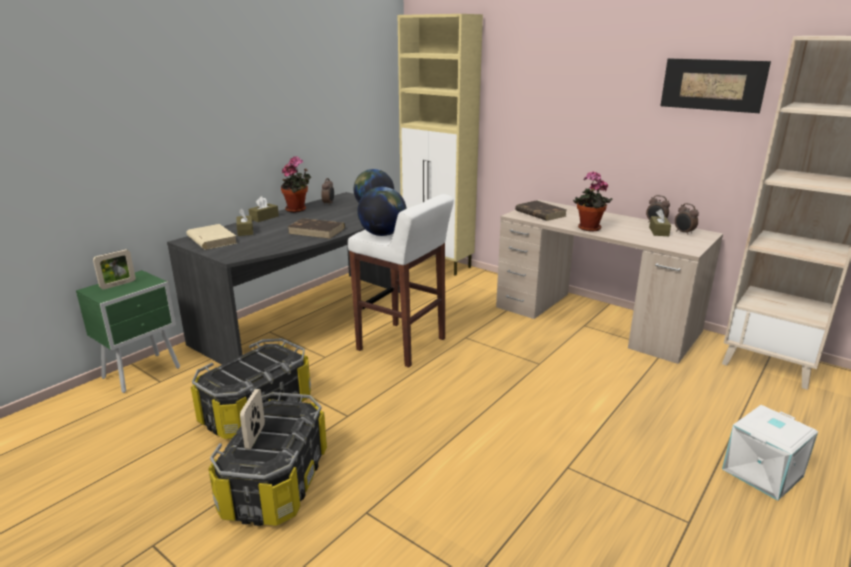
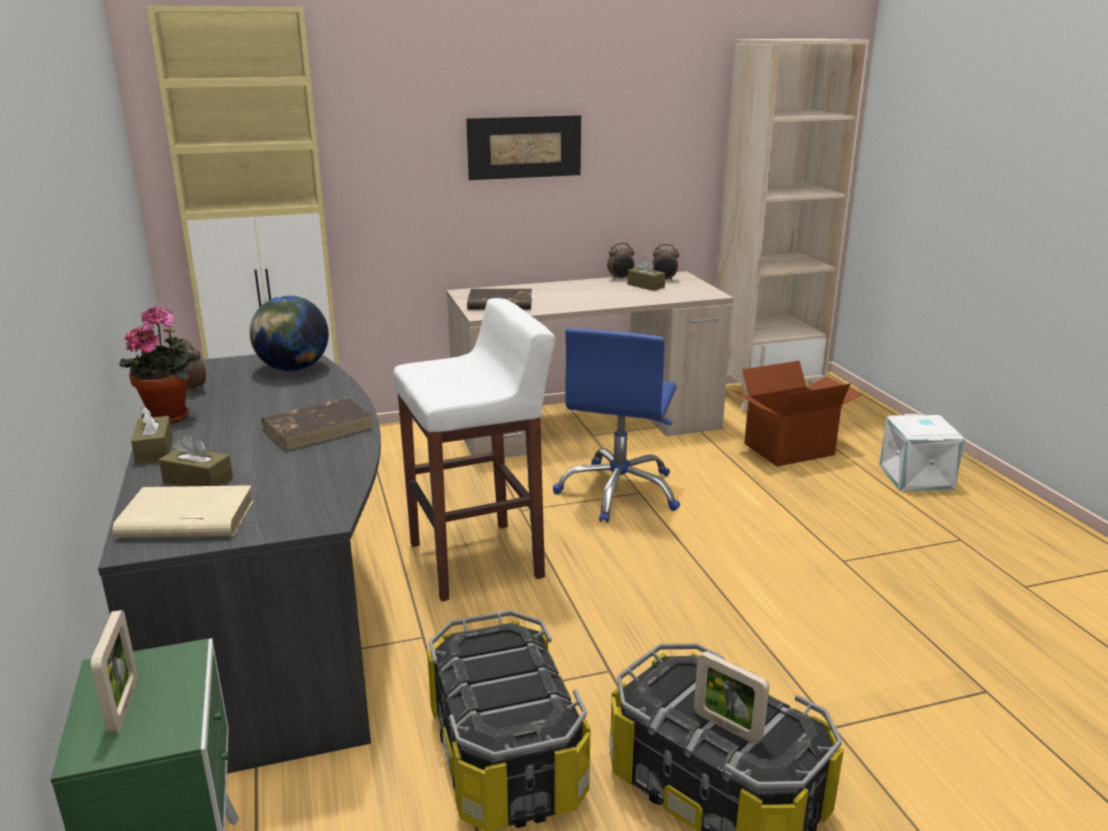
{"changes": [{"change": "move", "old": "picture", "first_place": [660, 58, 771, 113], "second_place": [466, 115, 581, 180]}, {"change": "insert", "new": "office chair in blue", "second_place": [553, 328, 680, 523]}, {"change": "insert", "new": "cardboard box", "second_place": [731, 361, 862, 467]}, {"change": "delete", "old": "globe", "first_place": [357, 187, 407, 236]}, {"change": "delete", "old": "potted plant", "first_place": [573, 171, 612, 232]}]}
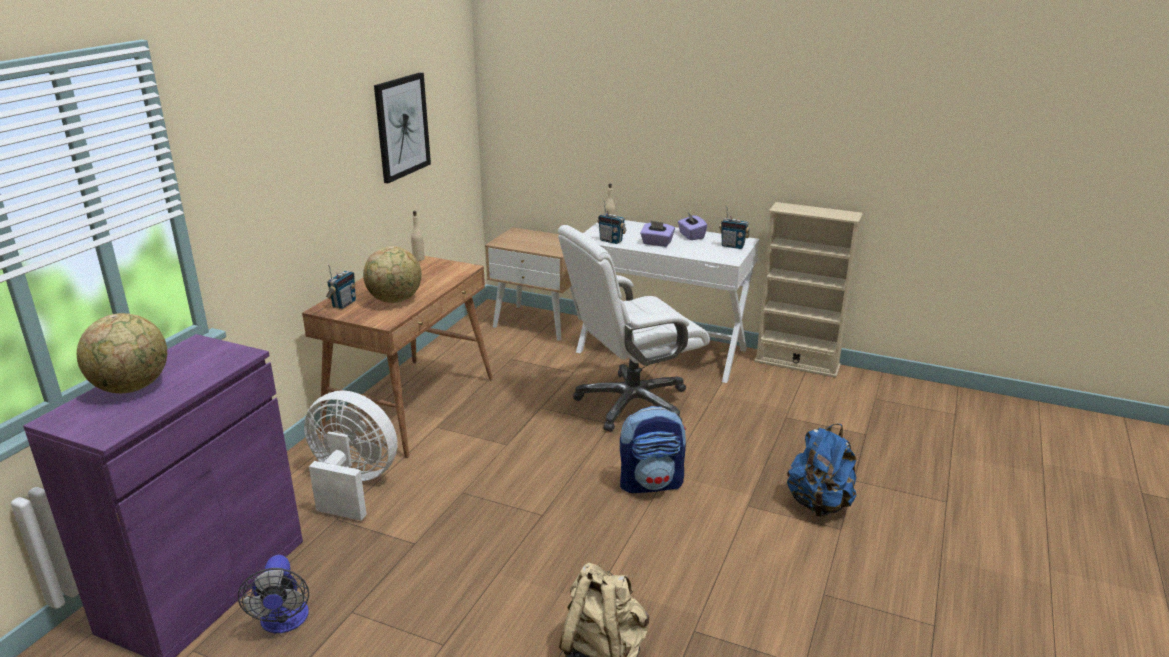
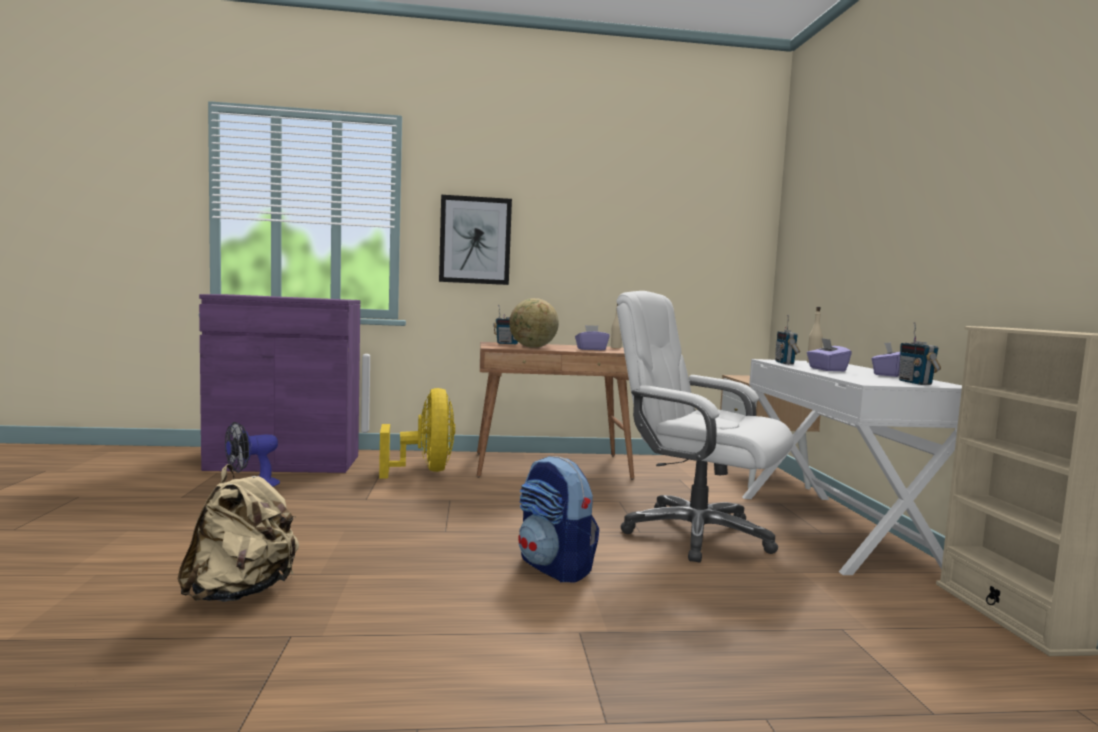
{"changes": [{"change": "recolor", "old": "fan in white", "new": "fan in yellow", "first_place": [304, 390, 398, 521], "second_place": [379, 388, 455, 478]}, {"change": "move", "old": "picture", "first_place": [374, 72, 431, 183], "second_place": [439, 195, 512, 285]}, {"change": "insert", "new": "tissue box in purple", "second_place": [575, 325, 610, 350]}, {"change": "delete", "old": "globe", "first_place": [77, 313, 167, 393]}, {"change": "delete", "old": "backpack in blue", "first_place": [787, 424, 857, 517]}]}
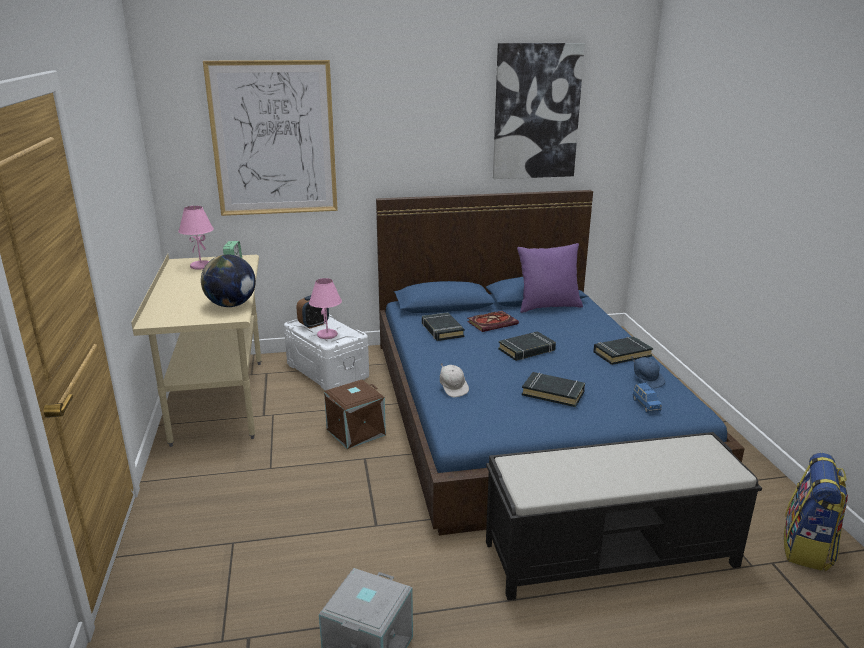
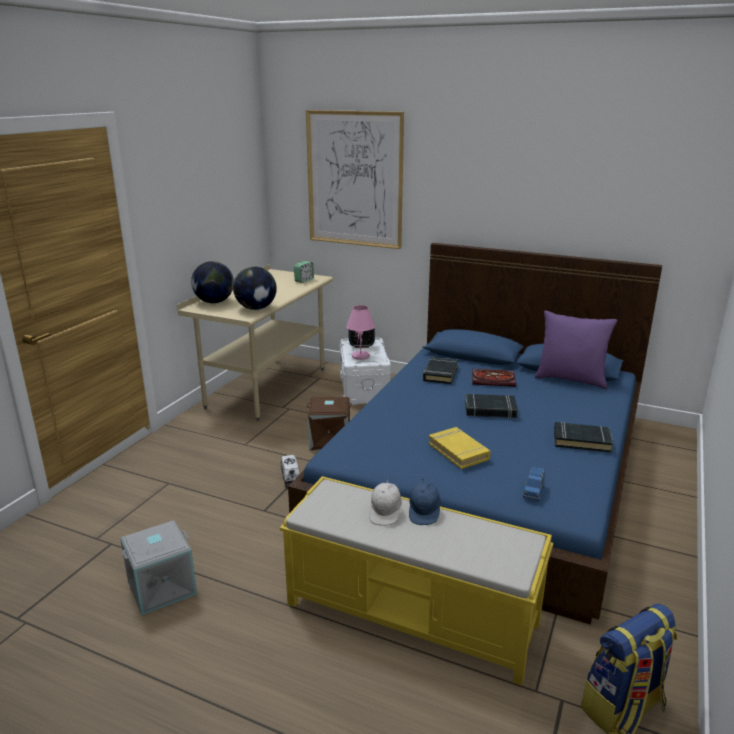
{"changes": [{"change": "insert", "new": "globe", "second_place": [191, 261, 234, 303]}, {"change": "recolor", "old": "bench in black", "new": "bench in yellow", "first_place": [486, 432, 762, 600], "second_place": [280, 476, 553, 686]}, {"change": "insert", "new": "toy truck", "second_place": [281, 455, 300, 487]}, {"change": "move", "old": "cap in white", "first_place": [440, 364, 469, 397], "second_place": [369, 478, 402, 526]}, {"change": "move", "old": "cap in blue", "first_place": [631, 356, 665, 389], "second_place": [409, 478, 441, 525]}, {"change": "recolor", "old": "book in black", "new": "book in yellow", "first_place": [522, 372, 585, 407], "second_place": [428, 427, 490, 469]}, {"change": "delete", "old": "table lamp in pink", "first_place": [178, 206, 214, 270]}, {"change": "delete", "old": "picture", "first_place": [493, 43, 585, 179]}]}
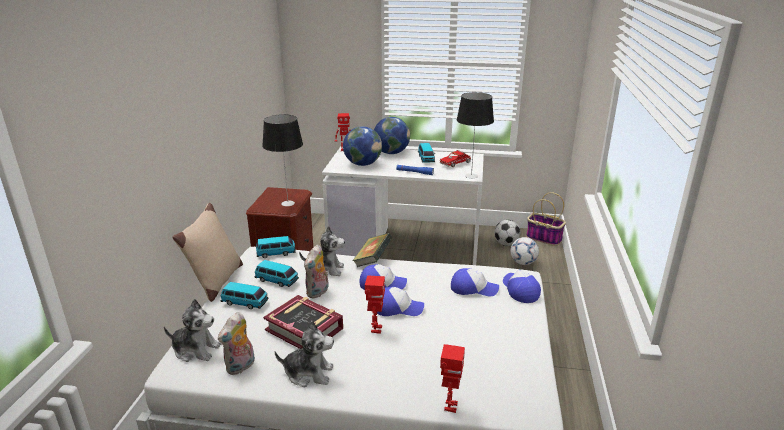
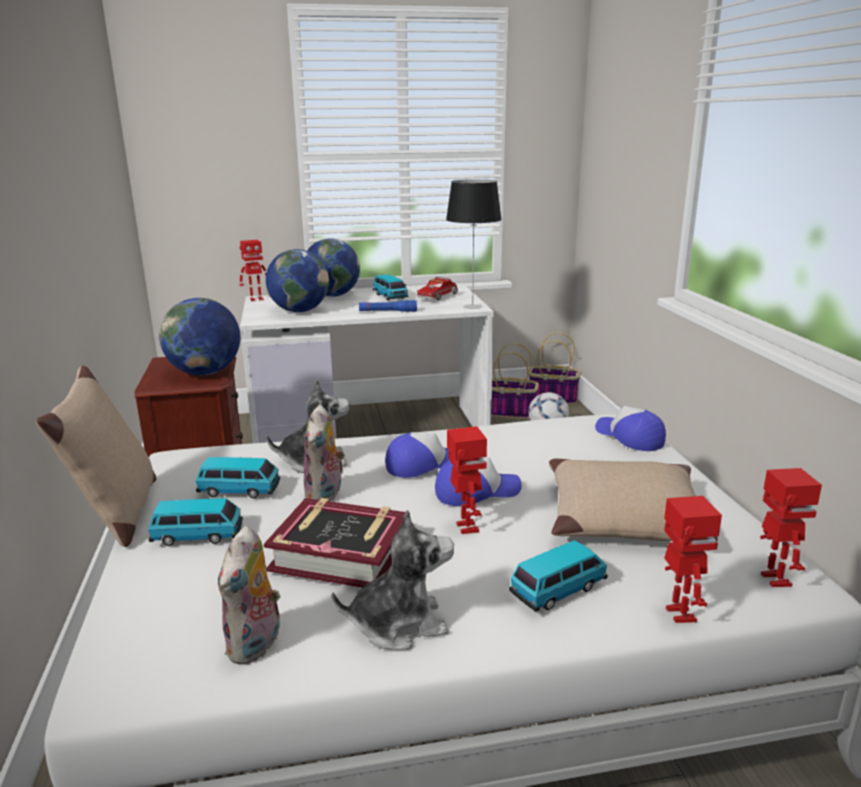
{"changes": [{"change": "replace", "old": "table lamp", "new": "globe", "first_place": [262, 114, 303, 206], "second_place": [159, 298, 240, 375]}, {"change": "replace", "old": "football", "new": "basket", "first_place": [494, 220, 520, 246], "second_place": [491, 343, 539, 419]}, {"change": "move", "old": "toy car", "first_place": [256, 236, 296, 258], "second_place": [509, 540, 608, 612]}, {"change": "insert", "new": "pillow in beige", "second_place": [549, 459, 718, 542]}, {"change": "insert", "new": "toy robot", "second_place": [760, 468, 822, 587]}, {"change": "delete", "old": "plush toy", "first_place": [164, 299, 221, 362]}, {"change": "delete", "old": "book", "first_place": [353, 233, 392, 267]}, {"change": "delete", "old": "cap", "first_place": [451, 268, 499, 296]}]}
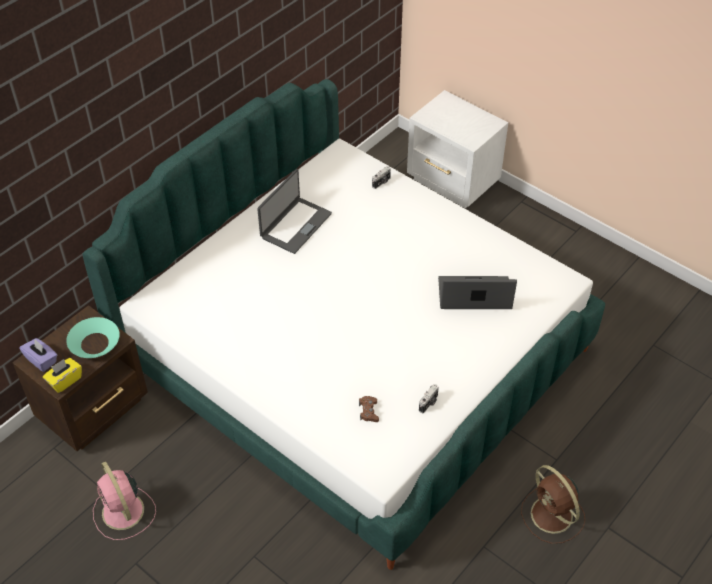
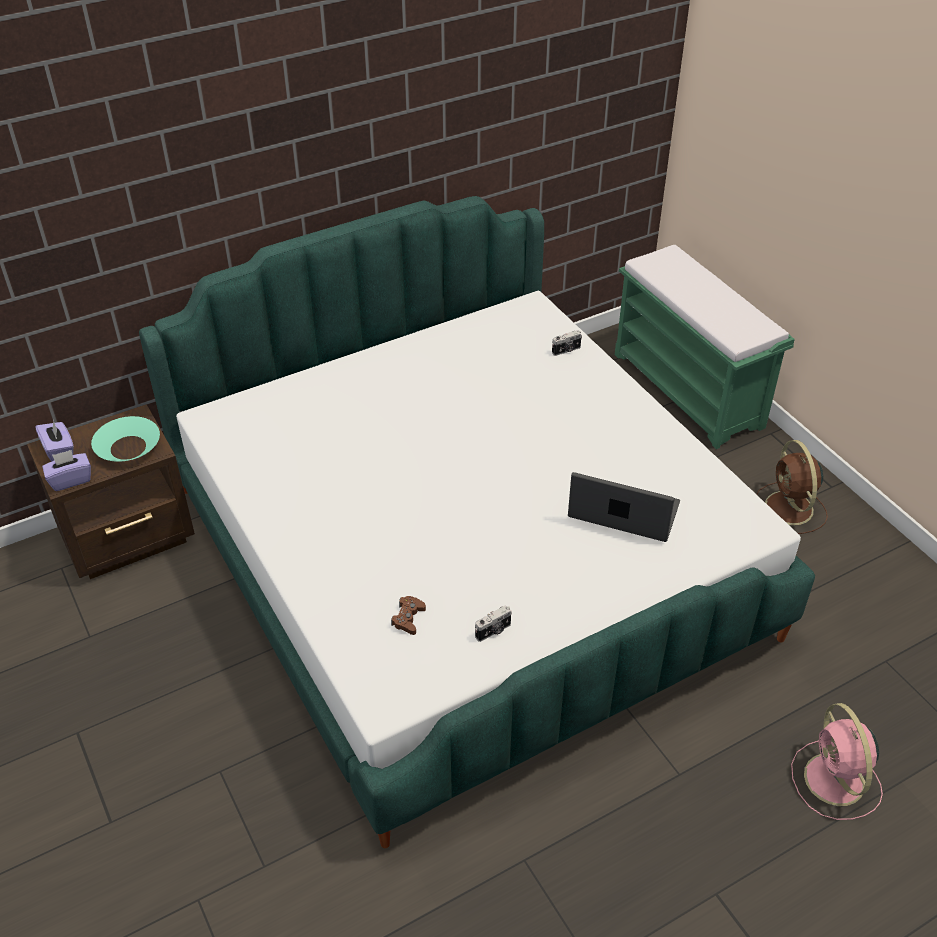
{"changes": [{"change": "recolor", "old": "tissue box in yellow", "new": "tissue box in purple", "first_place": [43, 358, 82, 393], "second_place": [42, 450, 91, 491]}, {"change": "replace", "old": "nightstand in white", "new": "bench in green", "first_place": [407, 90, 508, 208], "second_place": [615, 245, 795, 449]}, {"change": "move", "old": "fan in brown", "first_place": [521, 465, 585, 544], "second_place": [756, 440, 828, 534]}, {"change": "move", "old": "fan in pink", "first_place": [93, 462, 156, 540], "second_place": [791, 703, 883, 820]}, {"change": "delete", "old": "laptop", "first_place": [257, 169, 332, 254]}]}
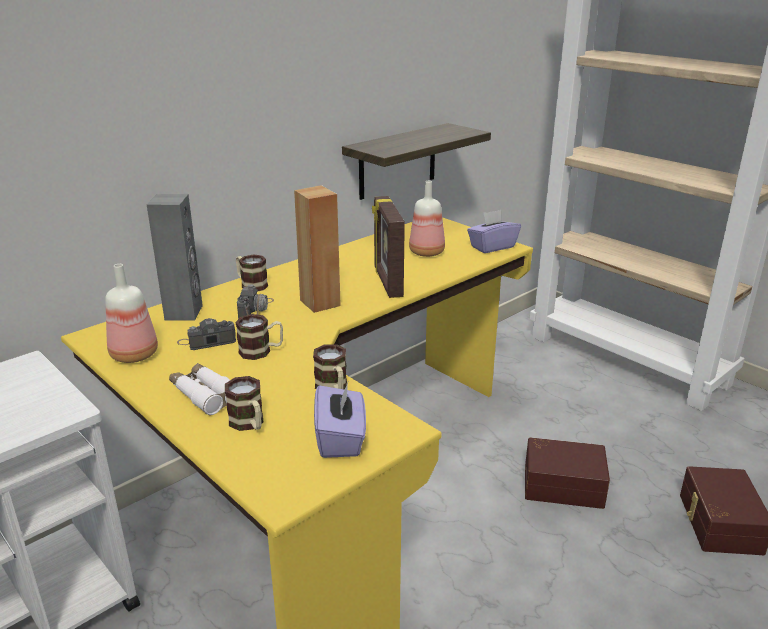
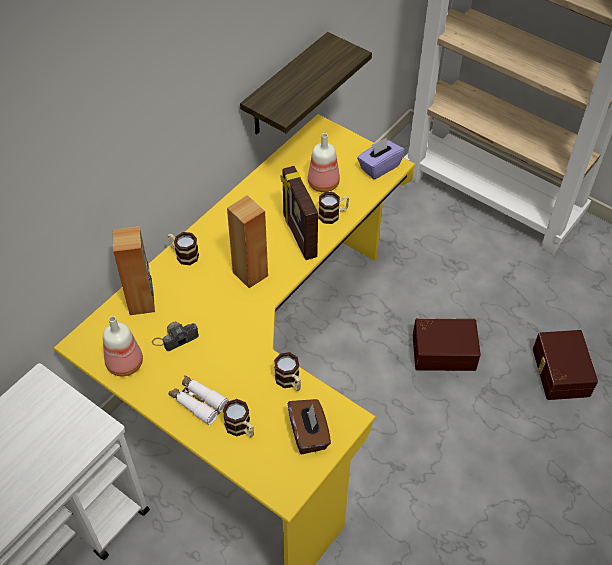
{"changes": [{"change": "recolor", "old": "speaker in grey", "new": "speaker in brown", "first_place": [147, 194, 203, 320], "second_place": [112, 226, 155, 315]}, {"change": "recolor", "old": "tissue box in purple", "new": "tissue box in brown", "first_place": [314, 380, 366, 458], "second_place": [287, 399, 331, 454]}, {"change": "move", "old": "mug", "first_place": [235, 314, 283, 360], "second_place": [318, 192, 349, 224]}, {"change": "delete", "old": "photo camera", "first_place": [237, 284, 274, 319]}]}
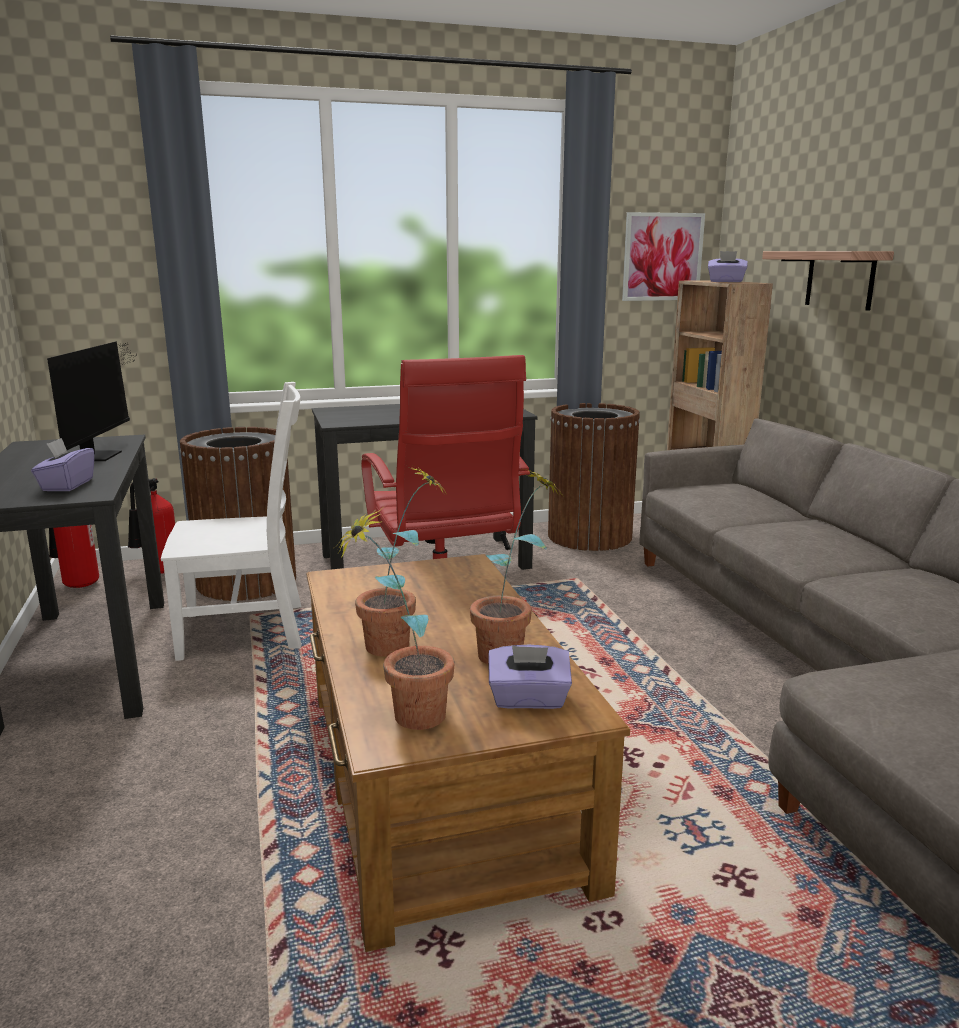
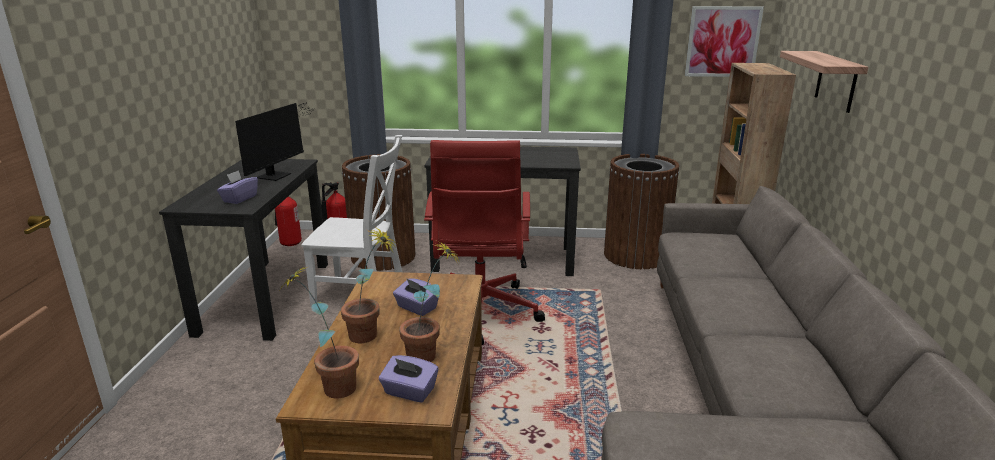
{"changes": [{"change": "move", "old": "tissue box in purple", "first_place": [708, 251, 748, 282], "second_place": [393, 278, 439, 316]}]}
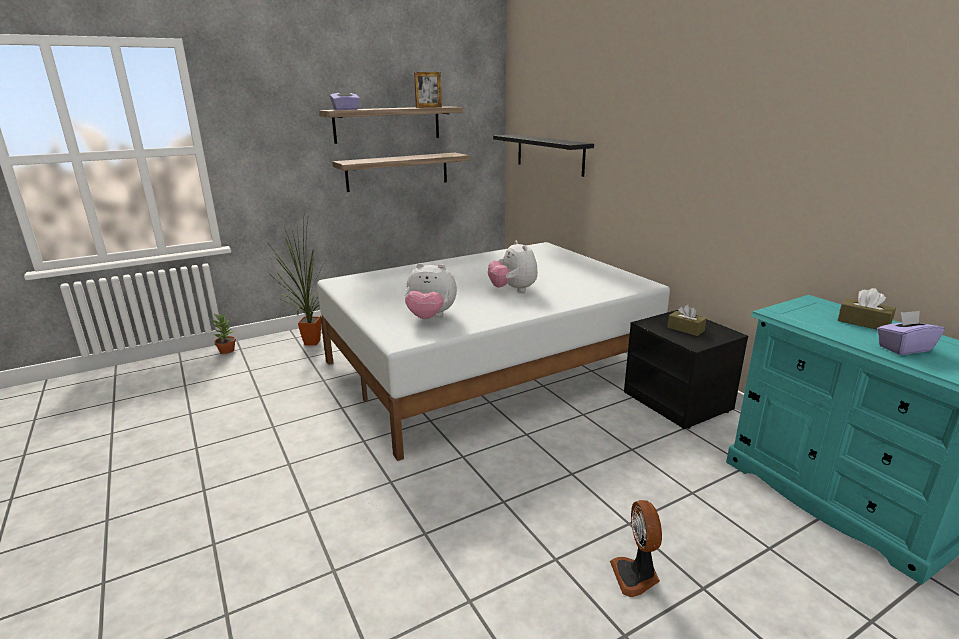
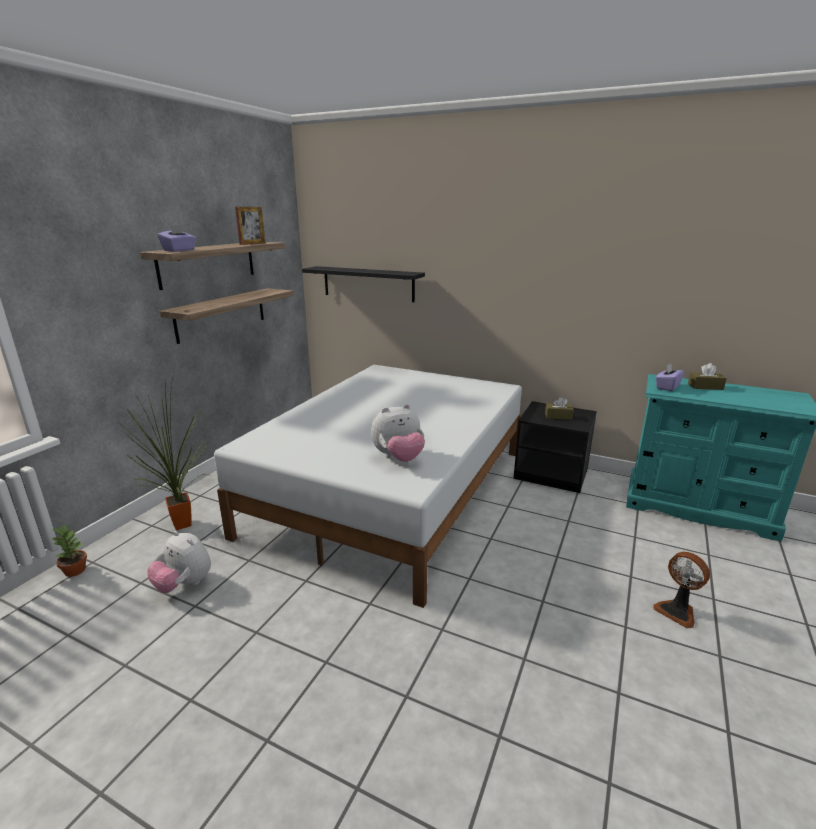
{"changes": [{"change": "move", "old": "plush toy", "first_place": [488, 241, 538, 292], "second_place": [147, 531, 211, 593]}, {"change": "move", "old": "tissue box in purple", "first_place": [877, 310, 945, 355], "second_place": [656, 364, 684, 391]}]}
